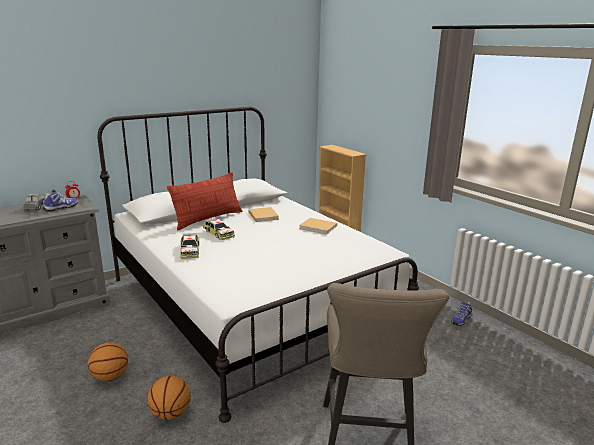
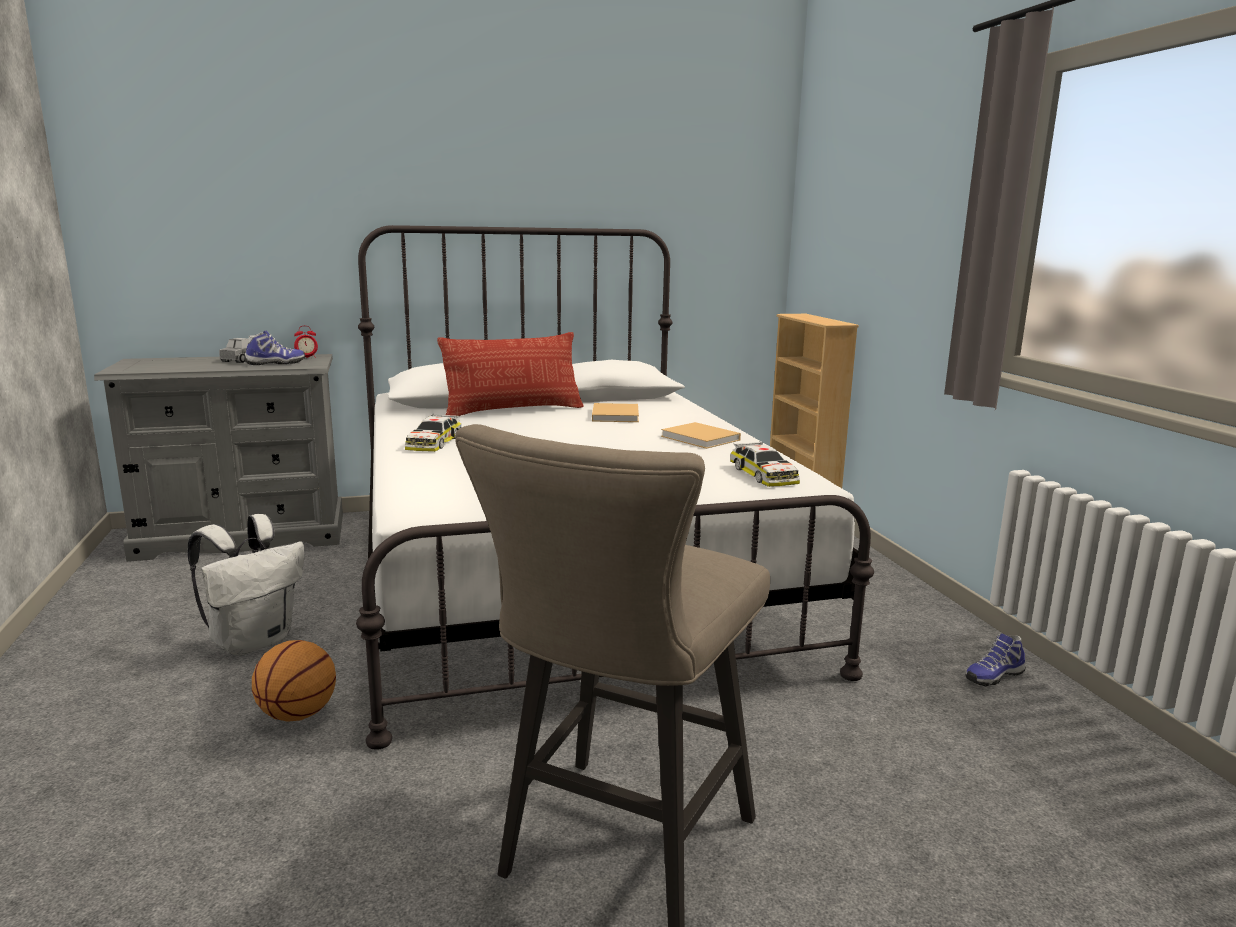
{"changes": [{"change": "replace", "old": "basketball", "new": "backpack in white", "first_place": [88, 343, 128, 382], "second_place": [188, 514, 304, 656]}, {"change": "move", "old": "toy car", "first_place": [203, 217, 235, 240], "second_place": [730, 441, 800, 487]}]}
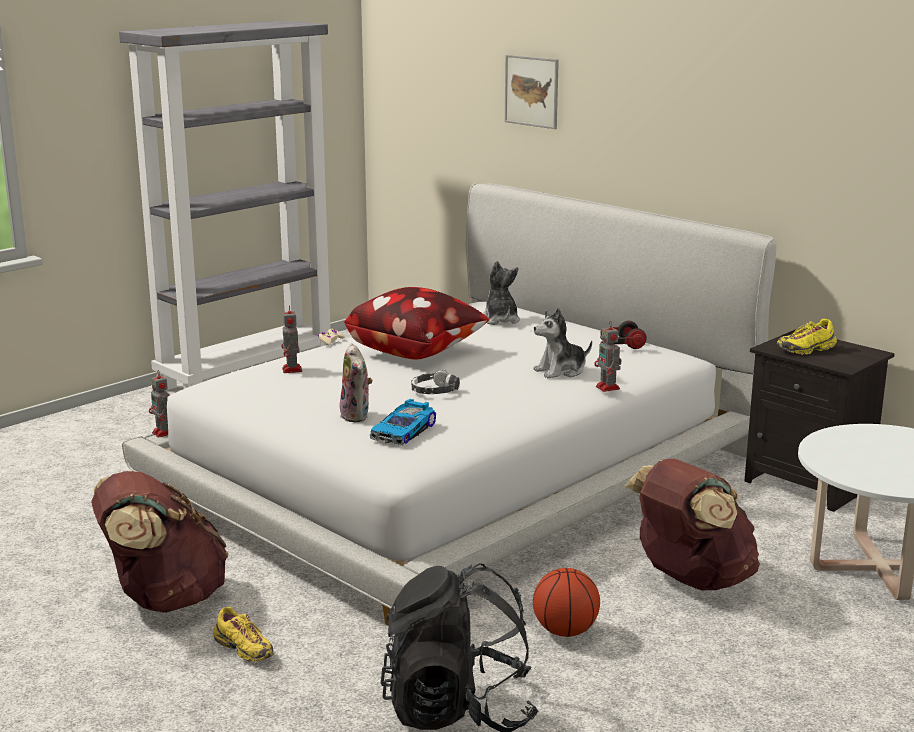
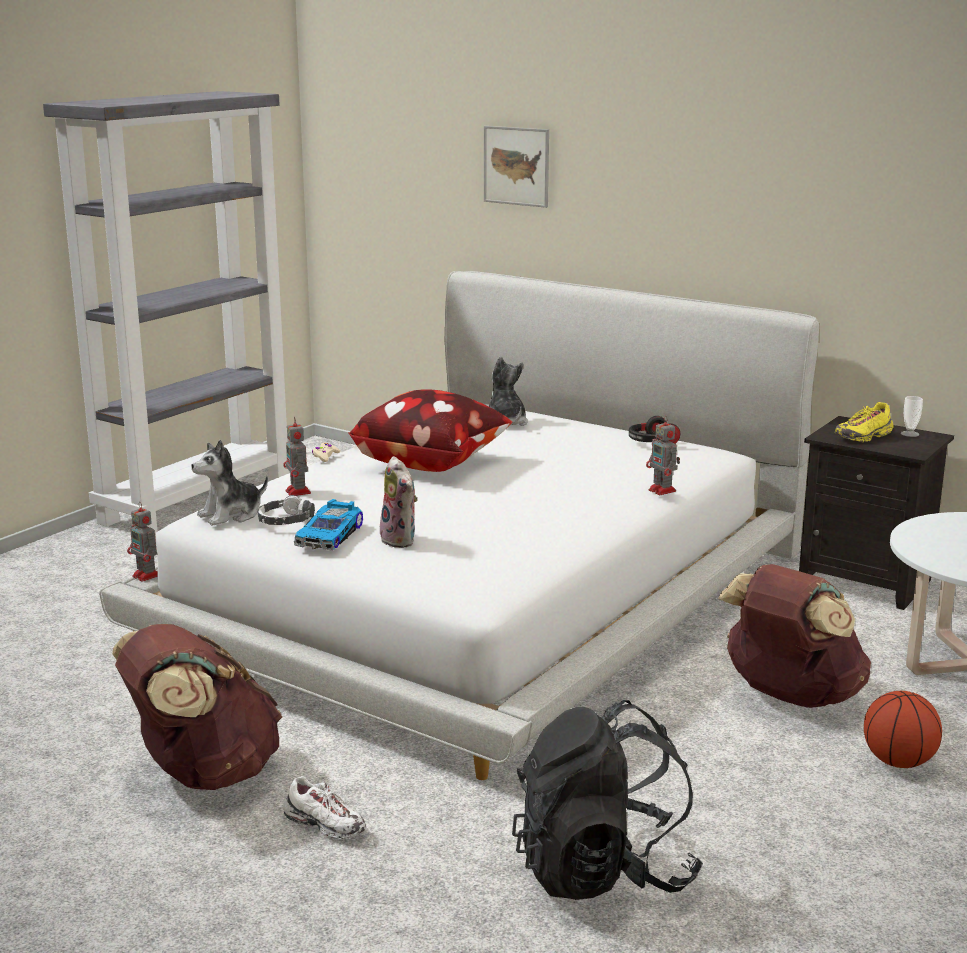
{"changes": [{"change": "move", "old": "plush toy", "first_place": [533, 308, 592, 378], "second_place": [191, 440, 268, 526]}, {"change": "move", "old": "headphones", "first_place": [411, 370, 460, 394], "second_place": [257, 495, 315, 525]}, {"change": "recolor", "old": "shoe in yellow", "new": "shoe in white", "first_place": [213, 607, 274, 662], "second_place": [283, 776, 366, 839]}, {"change": "move", "old": "toy car", "first_place": [370, 399, 436, 446], "second_place": [294, 499, 363, 551]}, {"change": "move", "old": "basketball", "first_place": [533, 568, 600, 637], "second_place": [864, 691, 942, 768]}, {"change": "insert", "new": "cup", "second_place": [901, 396, 923, 437]}]}
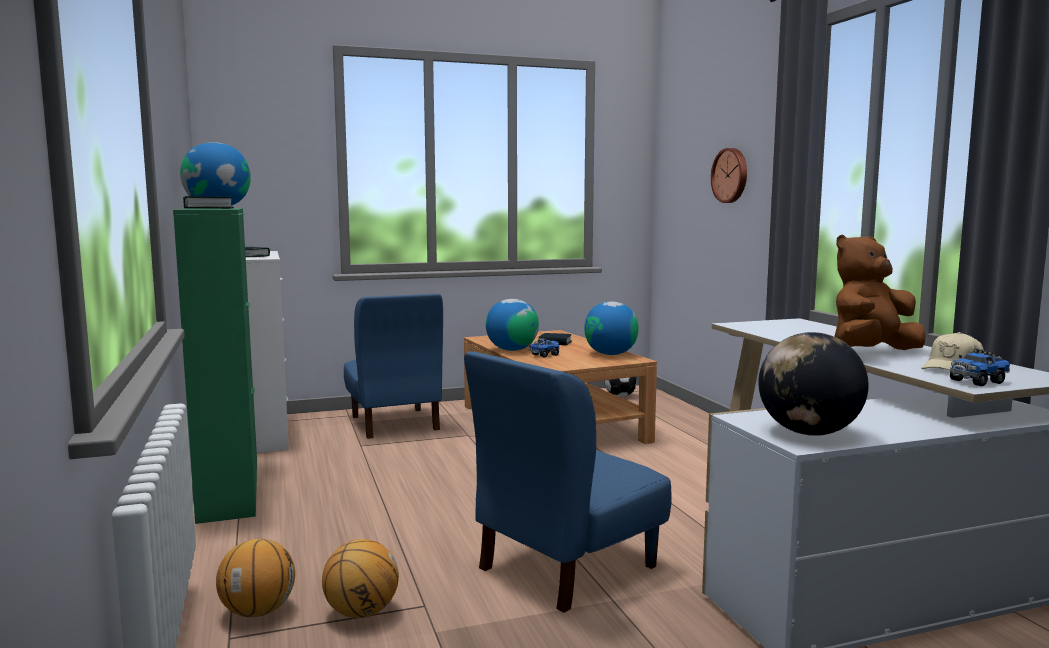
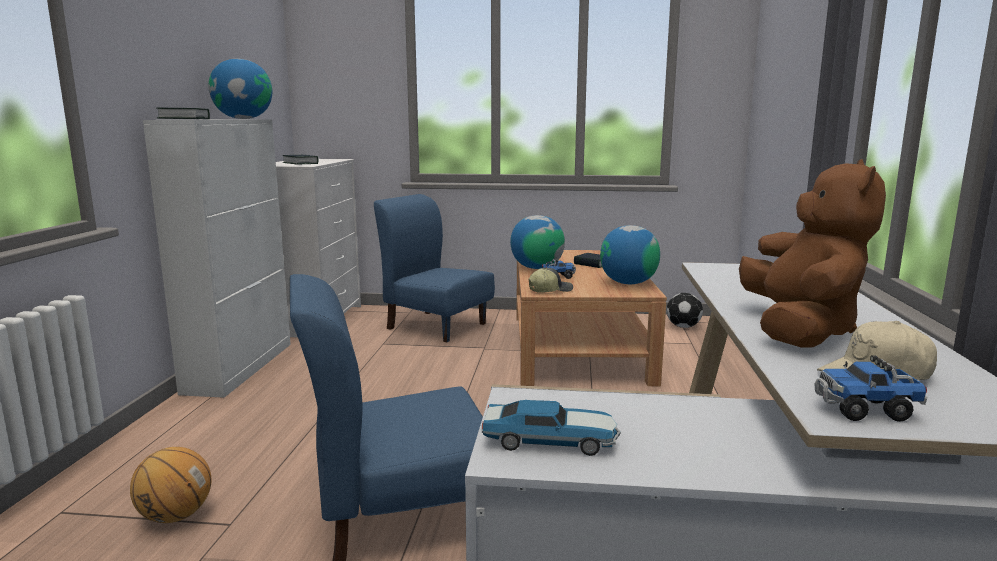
{"changes": [{"change": "recolor", "old": "cabinet in green", "new": "cabinet in white", "first_place": [173, 208, 257, 524], "second_place": [143, 119, 291, 398]}, {"change": "rotate", "old": "chair in blue", "first_place": [344, 294, 443, 439], "second_place": [374, 194, 495, 342], "degrees": 120}, {"change": "replace", "old": "globe", "new": "toy car", "first_place": [758, 332, 869, 436], "second_place": [482, 400, 620, 456]}, {"change": "insert", "new": "cap", "second_place": [528, 268, 573, 293]}, {"change": "rotate", "old": "plush toy in brown", "first_place": [835, 235, 926, 350], "second_place": [739, 159, 886, 348], "degrees": 105}, {"change": "delete", "old": "basketball", "first_place": [216, 539, 295, 617]}, {"change": "delete", "old": "wall clock", "first_place": [711, 148, 747, 203]}]}
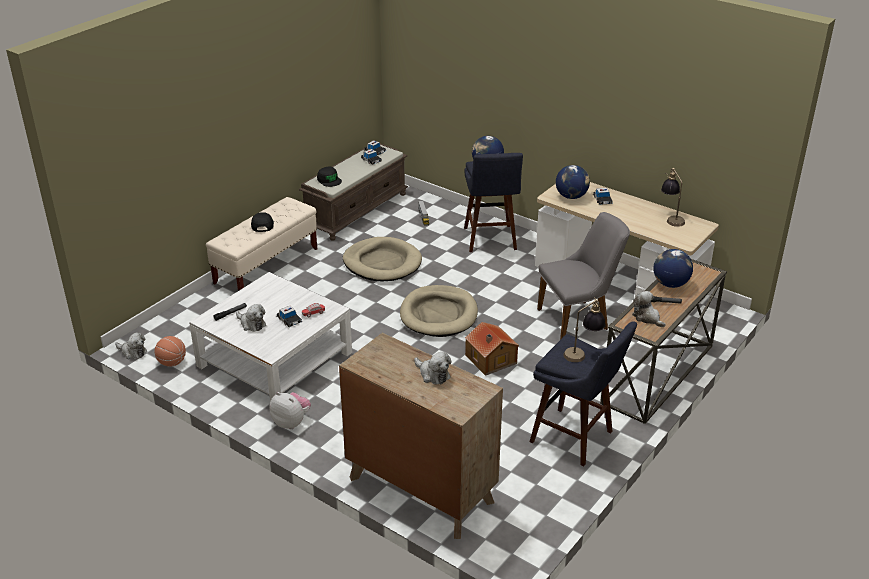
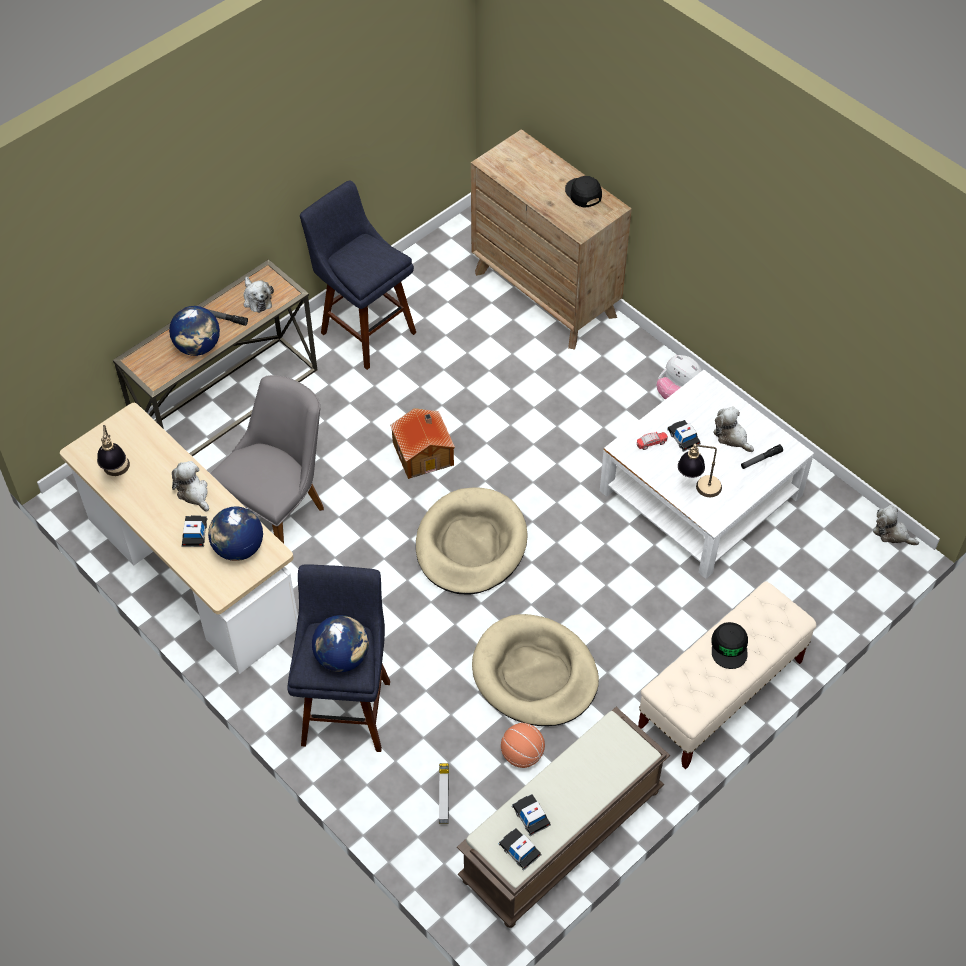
{"changes": [{"change": "move", "old": "plush toy", "first_place": [414, 352, 451, 385], "second_place": [172, 461, 209, 512]}, {"change": "rotate", "old": "chair in grey", "first_place": [537, 212, 630, 340], "second_place": [210, 375, 324, 544], "degrees": 135}, {"change": "move", "old": "basketball", "first_place": [154, 336, 186, 367], "second_place": [501, 723, 545, 768]}, {"change": "move", "old": "cap in black", "first_place": [317, 166, 342, 187], "second_place": [565, 176, 602, 207]}, {"change": "move", "old": "table lamp", "first_place": [563, 297, 606, 362], "second_place": [678, 444, 722, 497]}]}
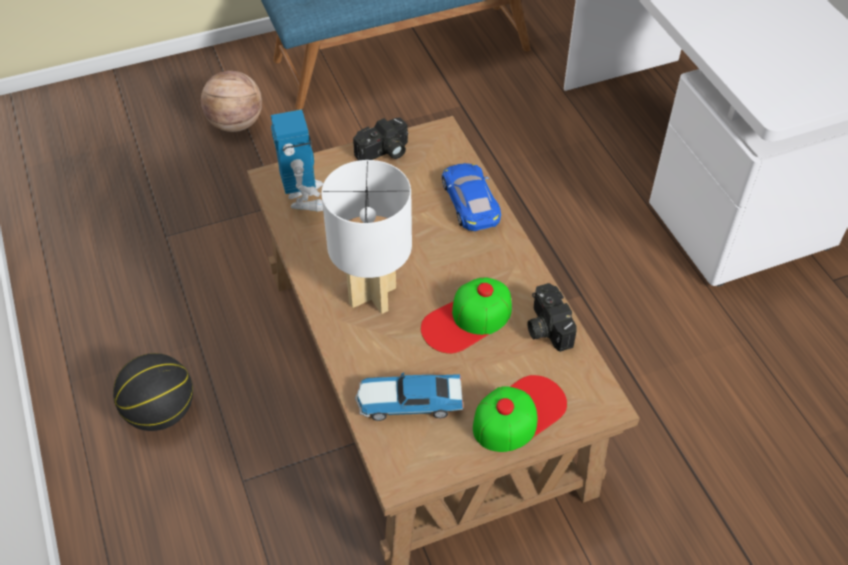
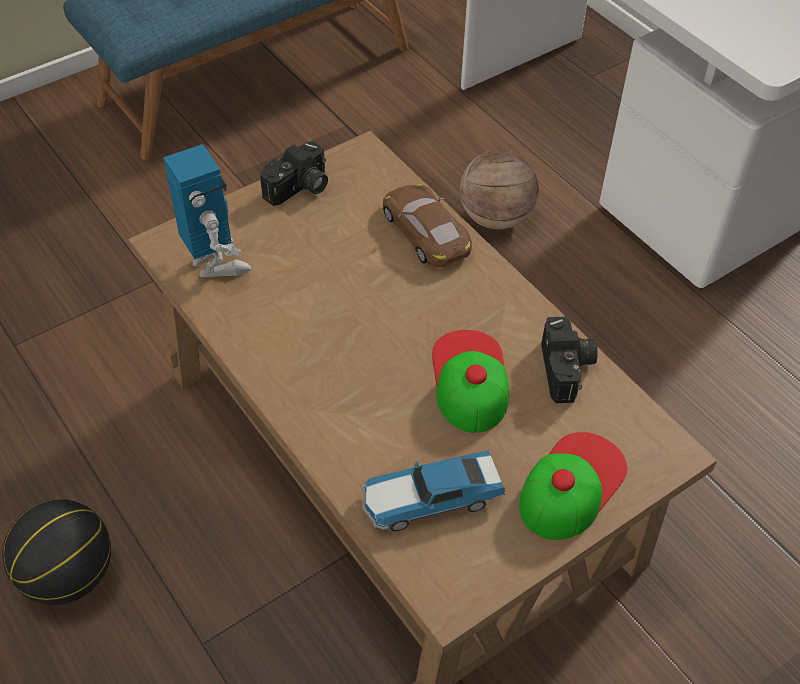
{"changes": [{"change": "recolor", "old": "toy car in blue", "new": "toy car in brown", "first_place": [442, 163, 501, 231], "second_place": [383, 184, 472, 267]}, {"change": "rotate", "old": "cap", "first_place": [421, 277, 512, 354], "second_place": [432, 330, 509, 433], "degrees": 135}, {"change": "move", "old": "basketball", "first_place": [201, 71, 262, 132], "second_place": [460, 150, 539, 229]}, {"change": "rotate", "old": "photo camera", "first_place": [527, 283, 576, 352], "second_place": [541, 317, 598, 403], "degrees": -150}, {"change": "delete", "old": "table lamp in white", "first_place": [321, 160, 412, 314]}]}
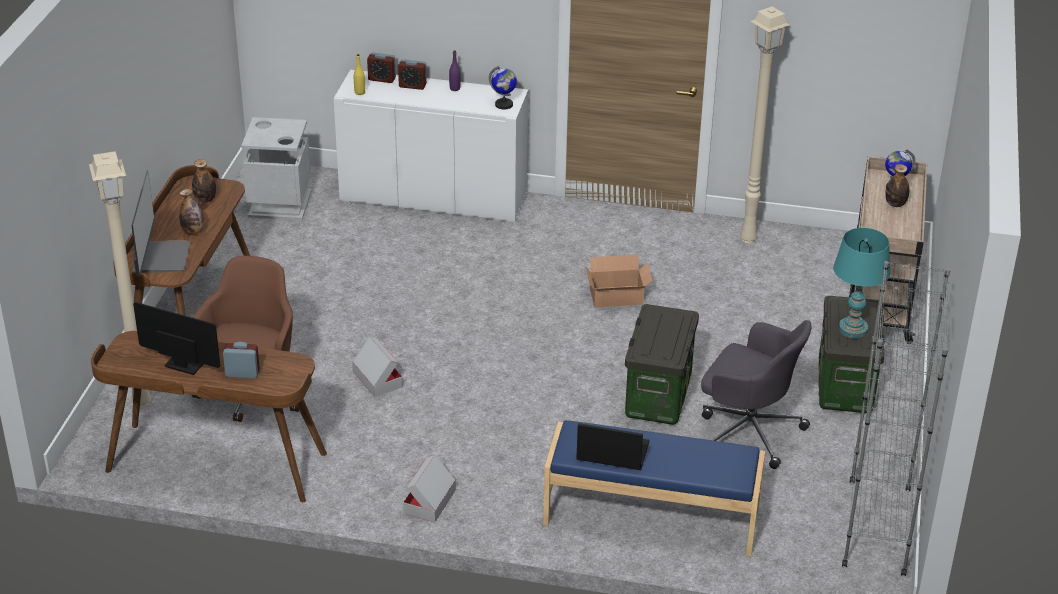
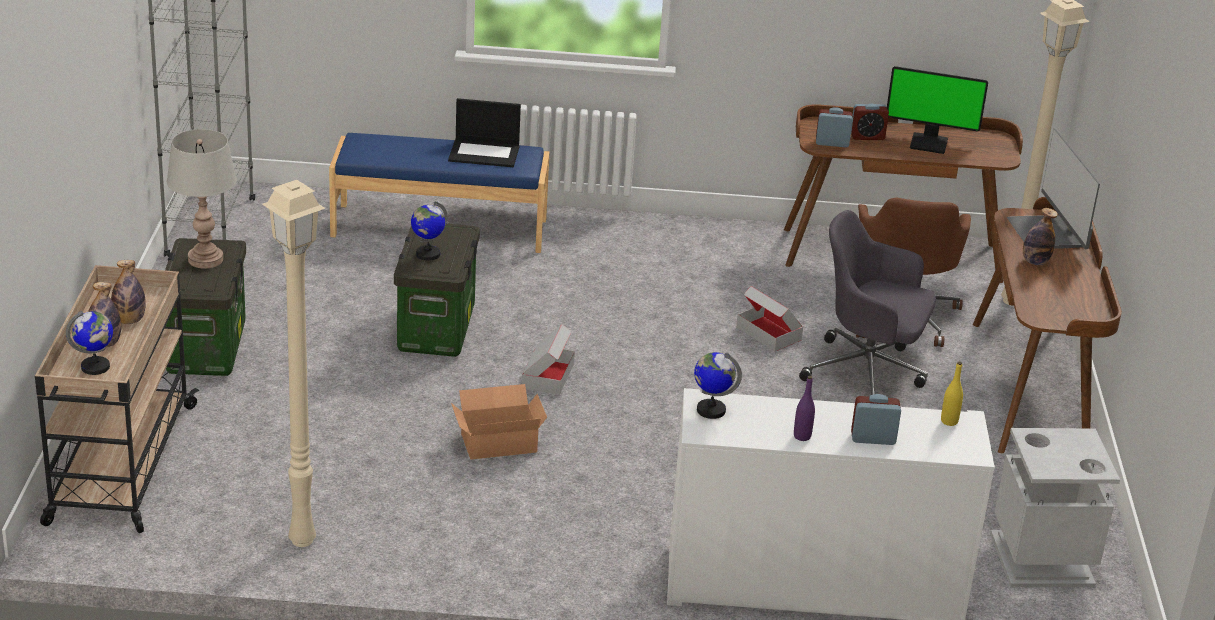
{"changes": [{"change": "move", "old": "bottle", "first_place": [192, 159, 216, 202], "second_place": [111, 260, 146, 324]}, {"change": "recolor", "old": "table lamp in turquoise", "new": "table lamp in grey", "first_place": [833, 228, 890, 338], "second_place": [167, 129, 237, 268]}, {"change": "insert", "new": "globe", "second_place": [411, 201, 447, 261]}, {"change": "move", "old": "cardboard box", "first_place": [403, 455, 456, 522], "second_place": [522, 324, 575, 395]}, {"change": "move", "old": "office chair in grey", "first_place": [701, 320, 811, 469], "second_place": [799, 210, 936, 395]}, {"change": "move", "old": "alarm clock", "first_place": [367, 52, 396, 83], "second_place": [816, 107, 853, 147]}]}
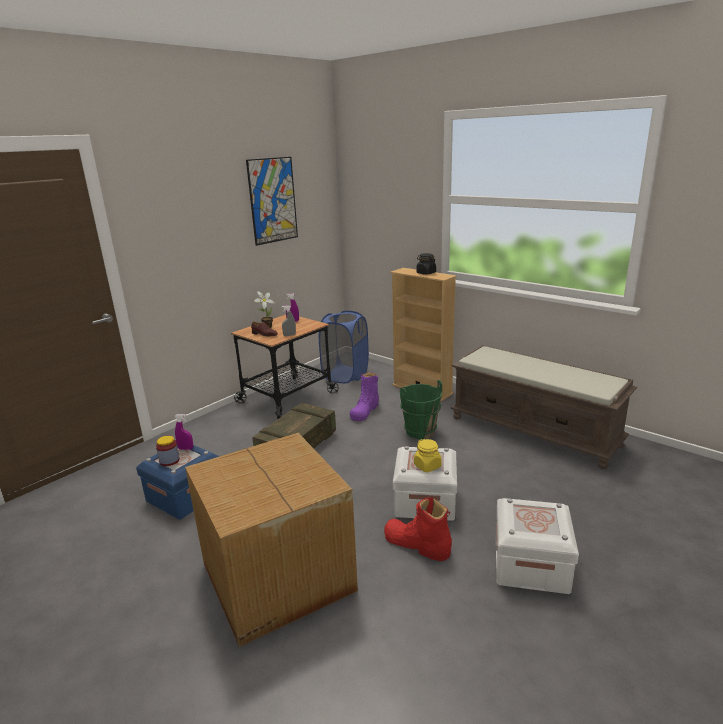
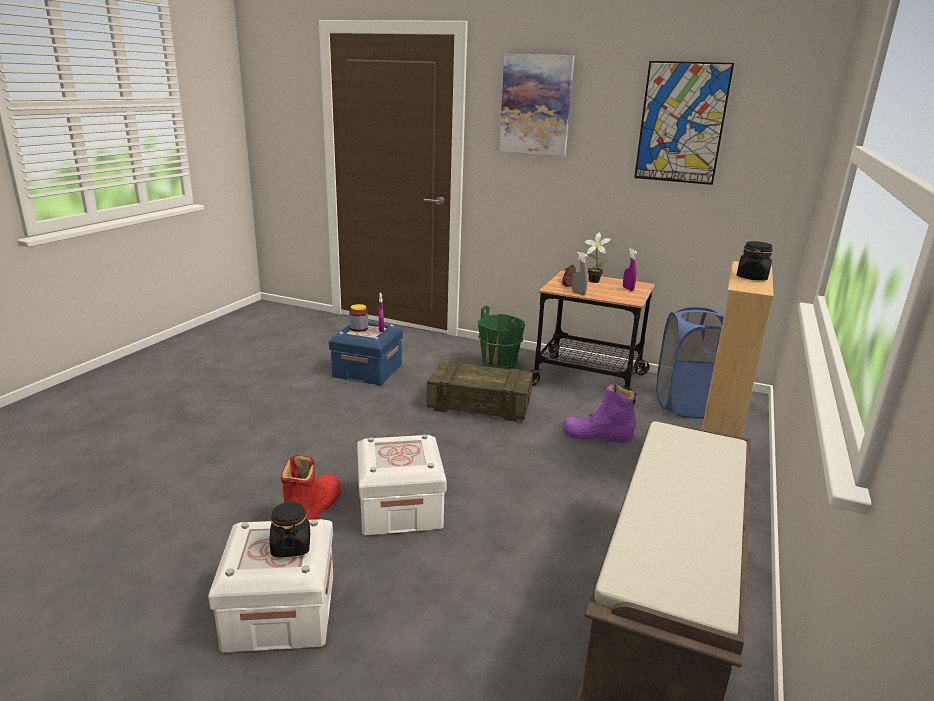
{"changes": [{"change": "insert", "new": "jar in black", "second_place": [270, 501, 310, 557]}, {"change": "move", "old": "bucket in green", "first_place": [400, 380, 442, 439], "second_place": [478, 306, 525, 369]}, {"change": "insert", "new": "picture", "second_place": [499, 54, 575, 156]}, {"change": "delete", "old": "cardboard box", "first_place": [185, 433, 358, 647]}, {"change": "delete", "old": "jar in yellow", "first_place": [414, 439, 442, 472]}]}
